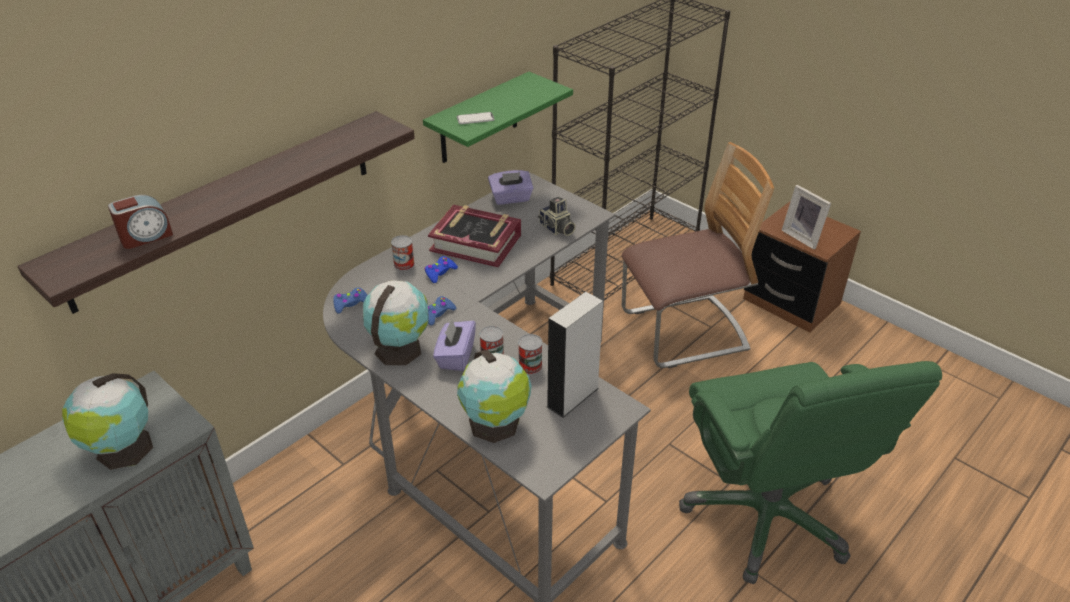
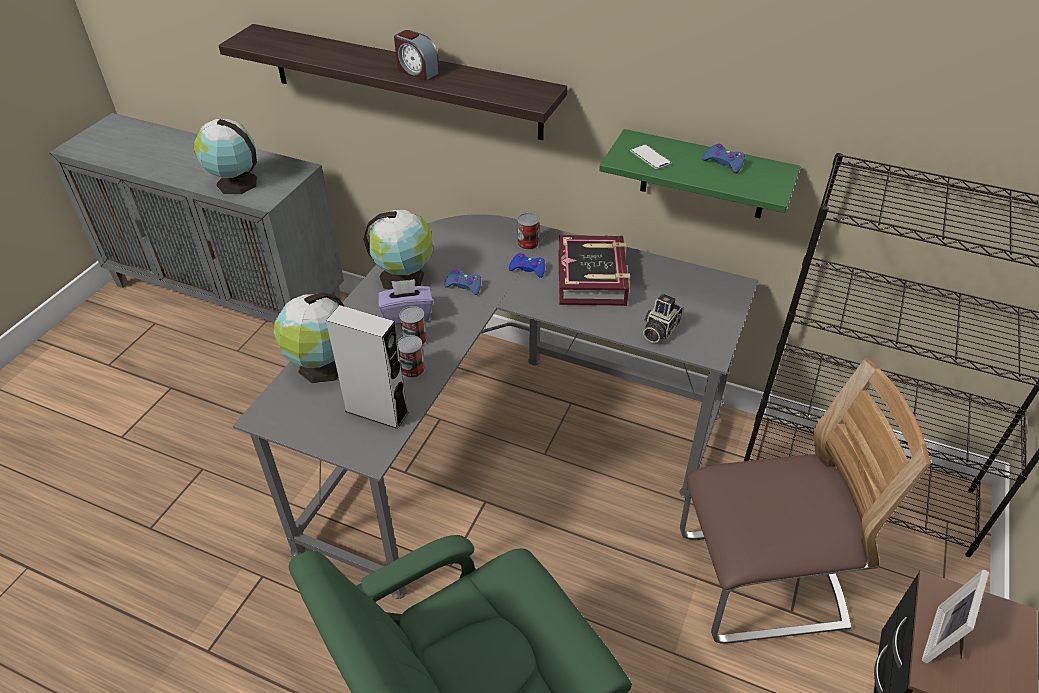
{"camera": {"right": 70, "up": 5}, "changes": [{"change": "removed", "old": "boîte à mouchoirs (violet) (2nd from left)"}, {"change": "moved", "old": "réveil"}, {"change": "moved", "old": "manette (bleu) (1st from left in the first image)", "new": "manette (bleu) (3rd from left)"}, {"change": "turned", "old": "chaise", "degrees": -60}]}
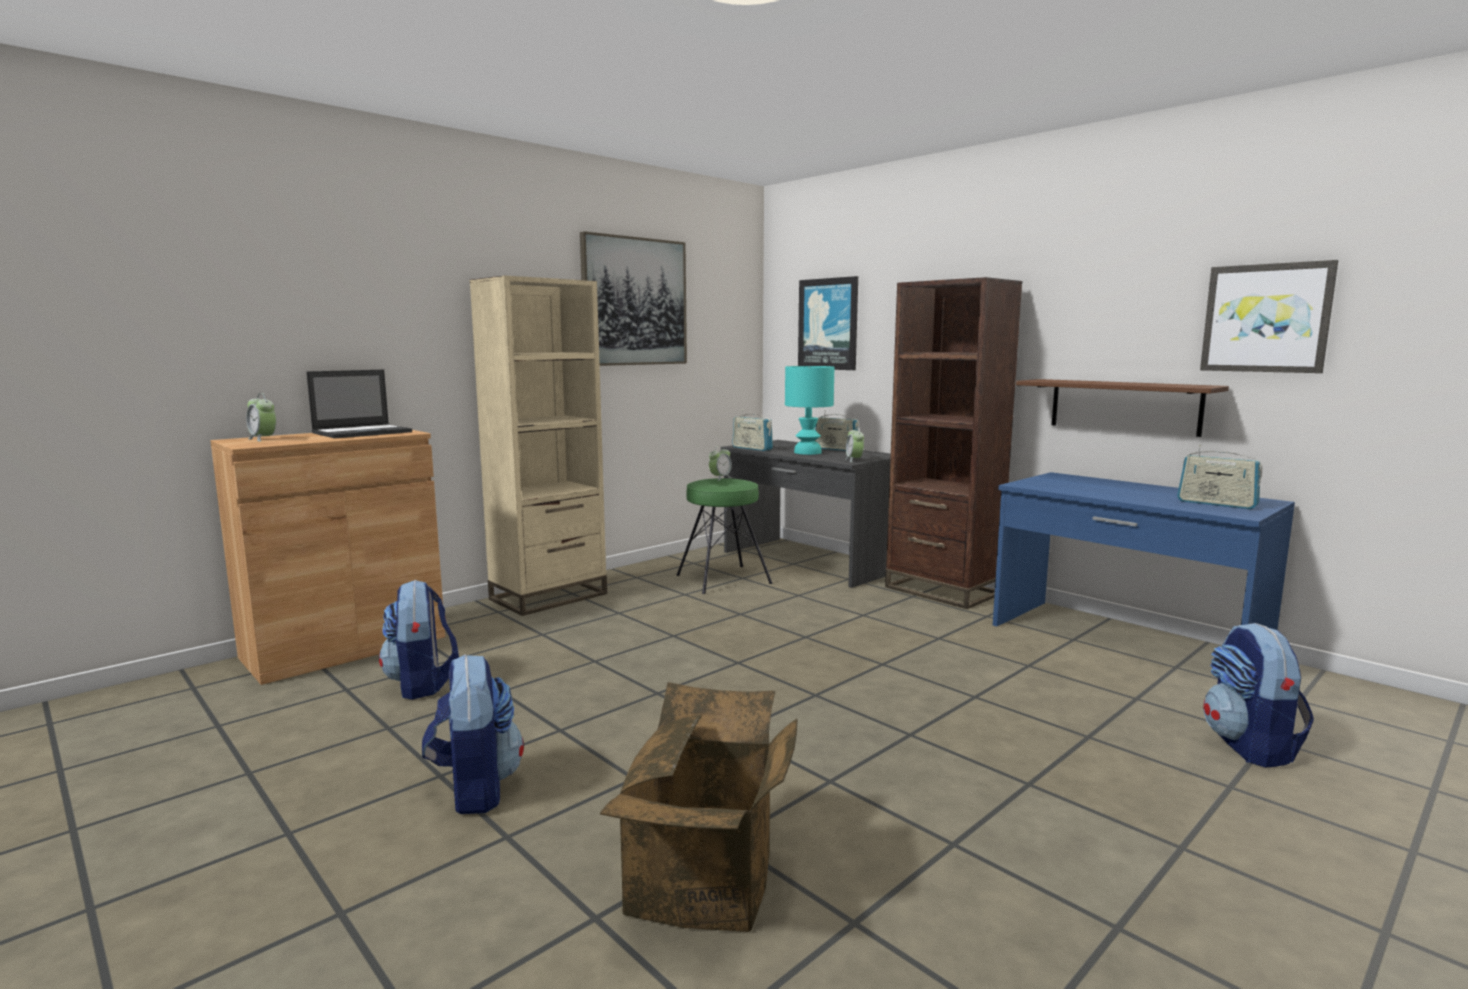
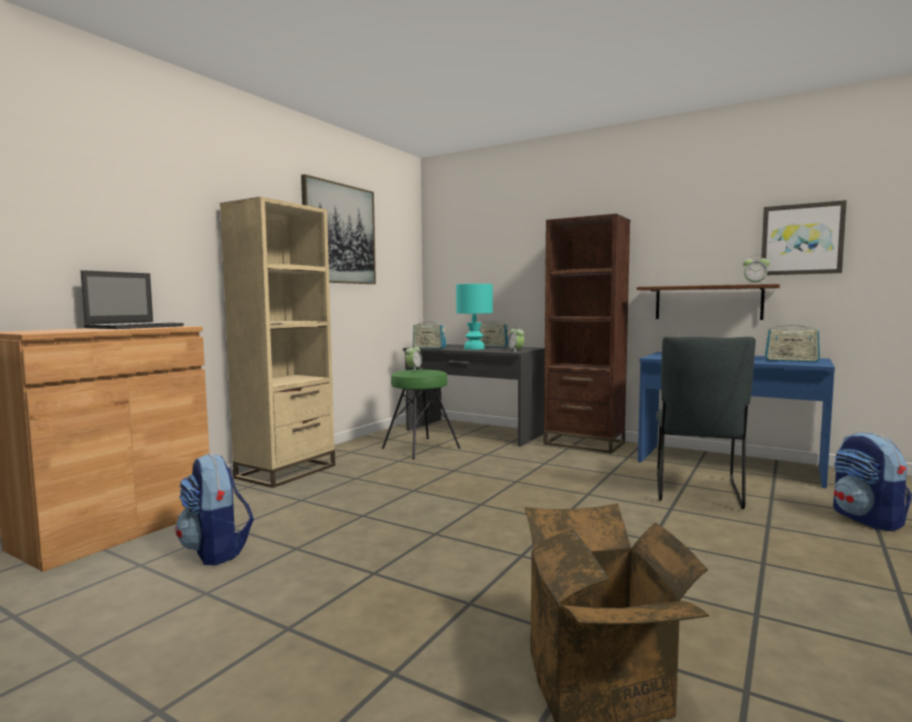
{"camera": {"right": -15, "up": -5}, "changes": [{"change": "removed", "old": "sac à dos (2nd from left)"}, {"change": "removed", "old": "tableau (2nd from left)"}, {"change": "added", "new": "chaise (gris)"}, {"change": "moved", "old": "réveil (1st from left in the first image)", "new": "réveil (3rd from left)"}]}
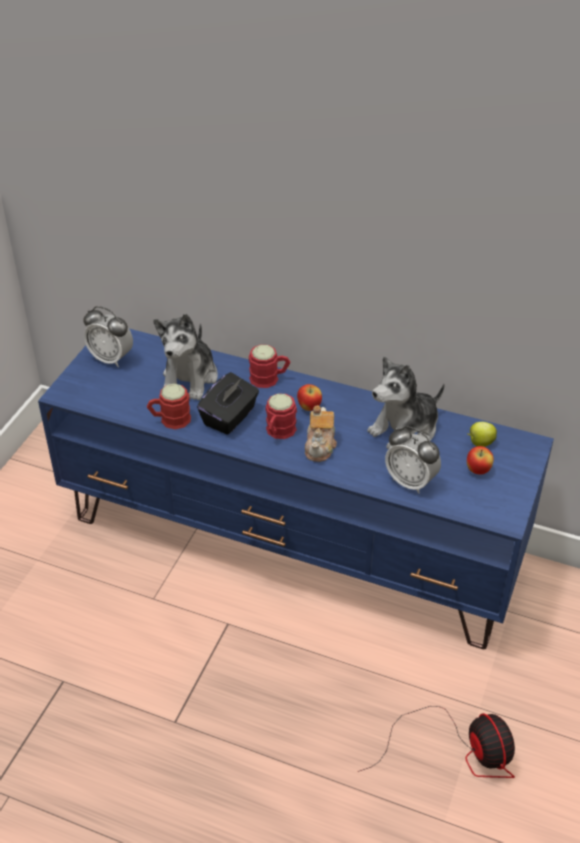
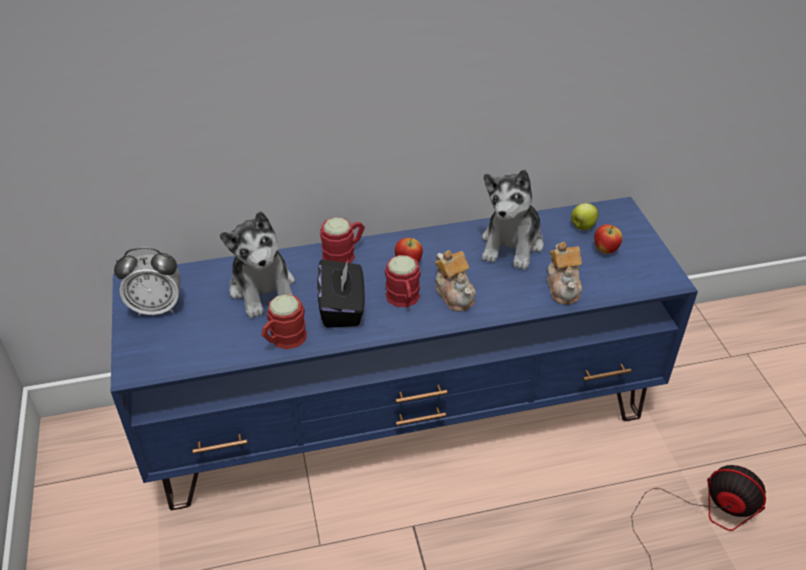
{"camera": {"right": -35, "up": 0}, "changes": [{"change": "replaced", "old": "réveil (2nd from left)", "new": "théière (2nd from left)"}]}
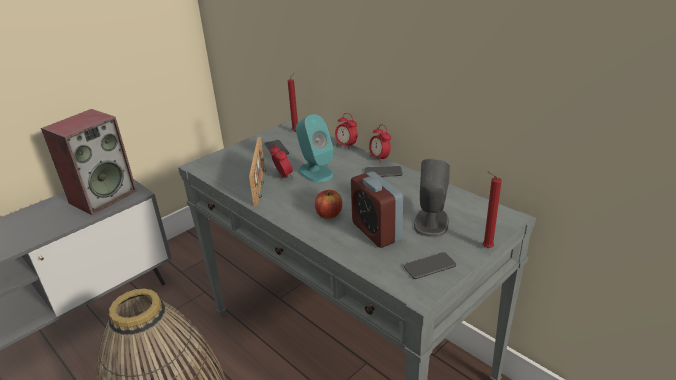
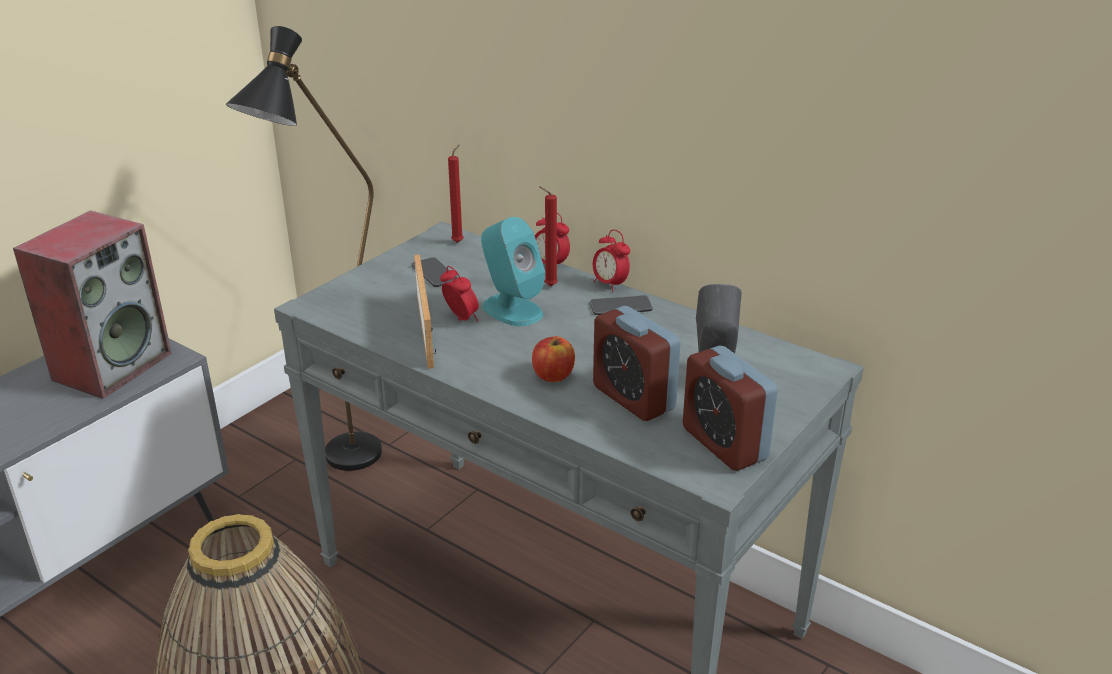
{"camera": {"right": -10, "up": 0}, "changes": [{"change": "added", "new": "lampadaire (noir)"}, {"change": "moved", "old": "bougie (rouge) (2nd from left)"}, {"change": "replaced", "old": "téléphone (3rd from left)", "new": "réveil (5th from left)"}]}
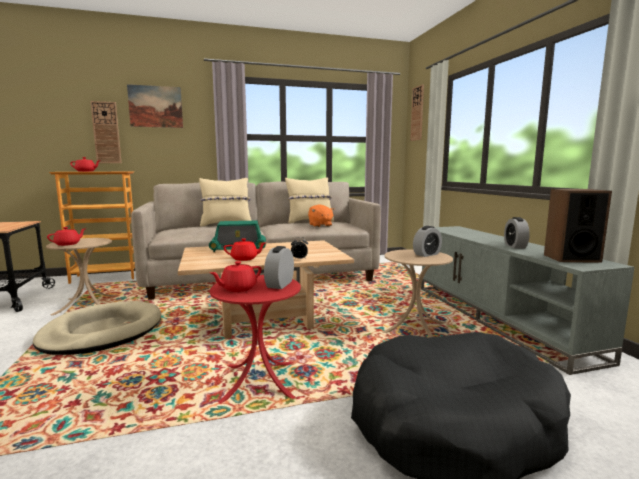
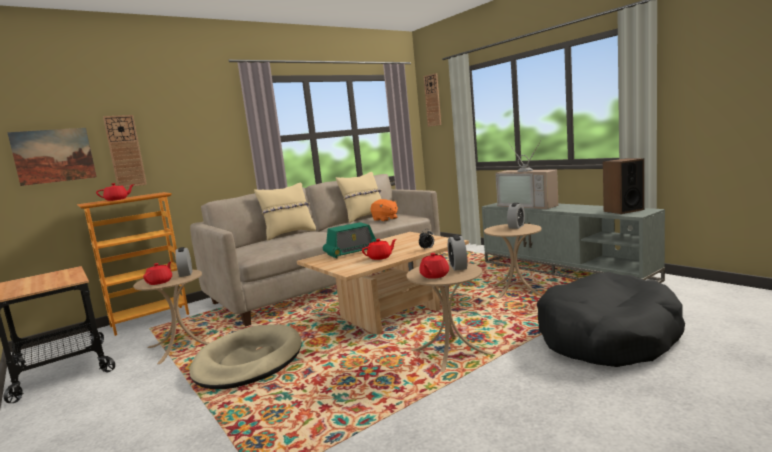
{"camera": {"right": -20, "up": 0}, "changes": [{"change": "added", "new": "téléviseur"}, {"change": "moved", "old": "tableau"}, {"change": "moved", "old": "réveil (4th from left in the first image)", "new": "réveil (1st from left)"}, {"change": "recoloured", "old": "table d'appoint (rouge)", "new": "table d'appoint (beige) (2nd from left)"}]}
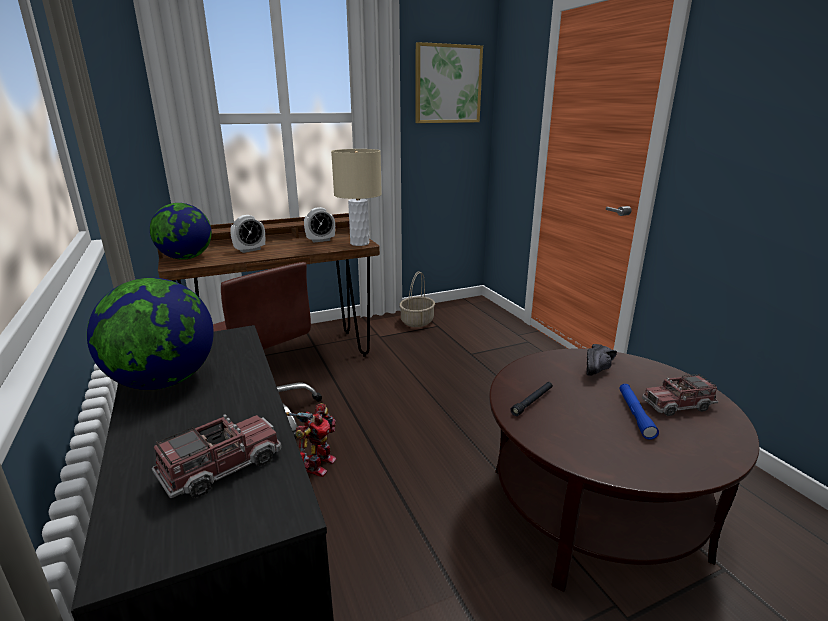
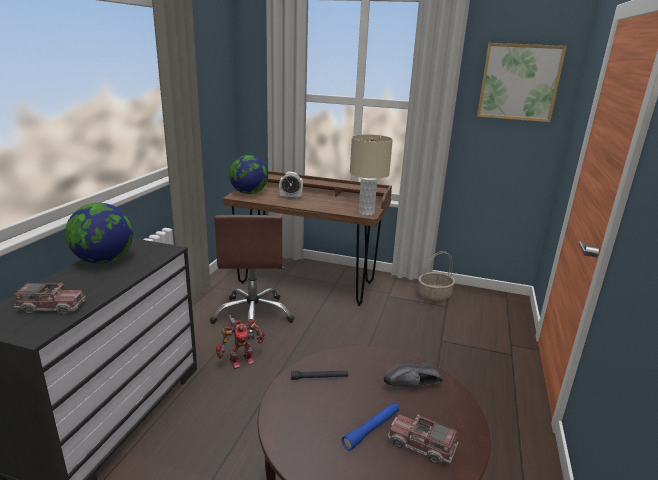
{"camera": {"right": 40, "up": 0}, "changes": [{"change": "removed", "old": "réveil (2nd from left)"}]}
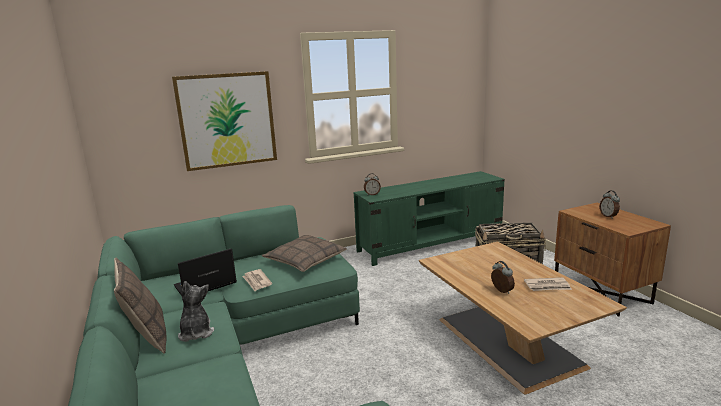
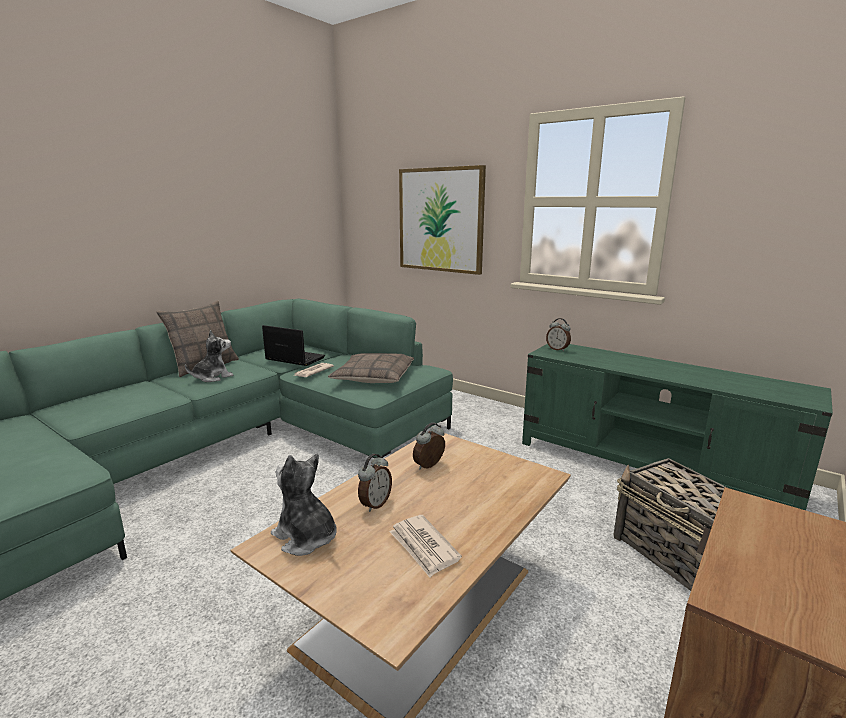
{"camera": {"right": 60, "up": 0}, "changes": [{"change": "added", "new": "peluche (2nd from left)"}, {"change": "moved", "old": "réveil (3rd from left in the first image)", "new": "réveil (2nd from left)"}]}
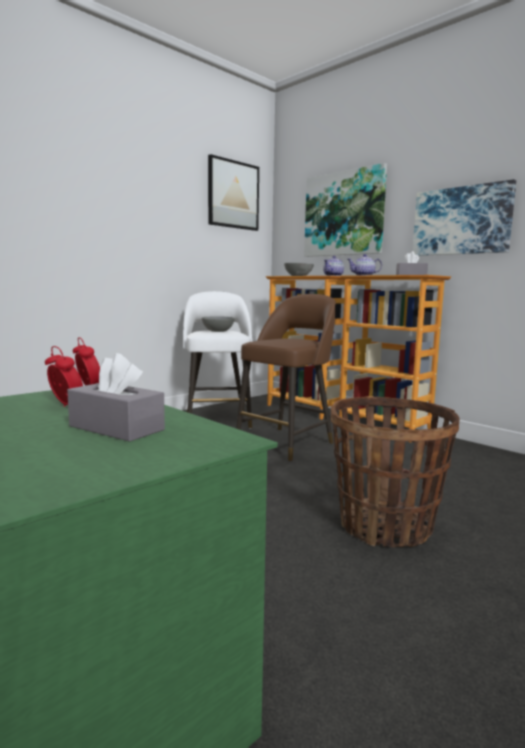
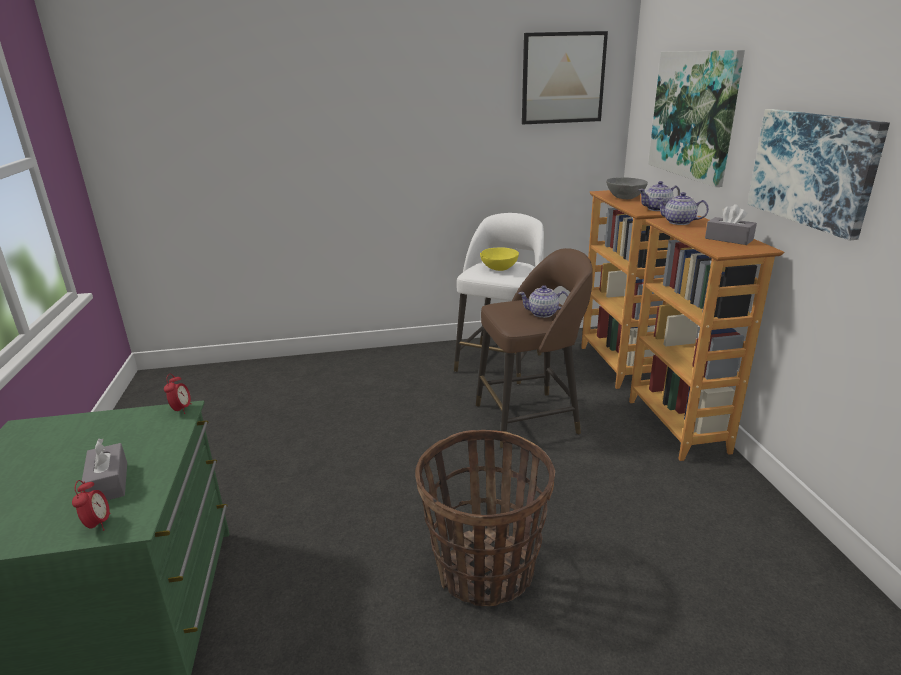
{"camera": {"right": 35, "up": 15}, "changes": [{"change": "added", "new": "théière (1st from left)"}, {"change": "moved", "old": "réveil (1st from left)"}, {"change": "recoloured", "old": "bol (gris) (1st from left)", "new": "bol (jaune)"}]}
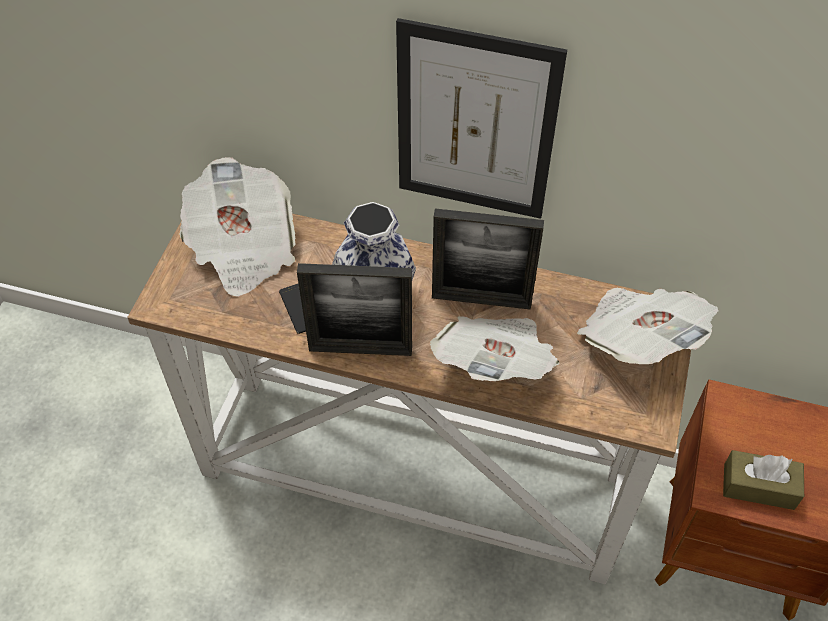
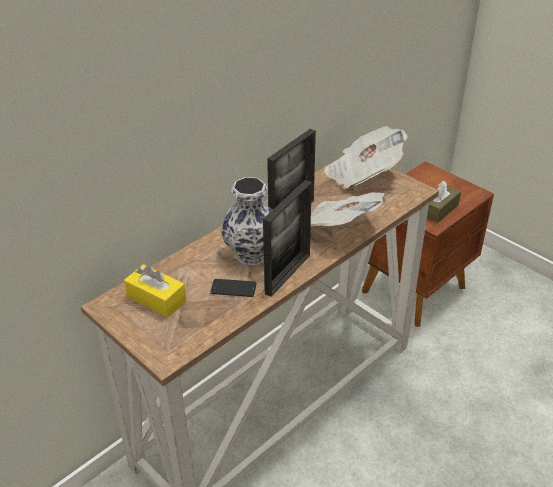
{"camera": {"right": -60, "up": -15}, "changes": [{"change": "removed", "old": "tableau"}, {"change": "replaced", "old": "journal (1st from left)", "new": "boîte à mouchoirs (jaune)"}]}
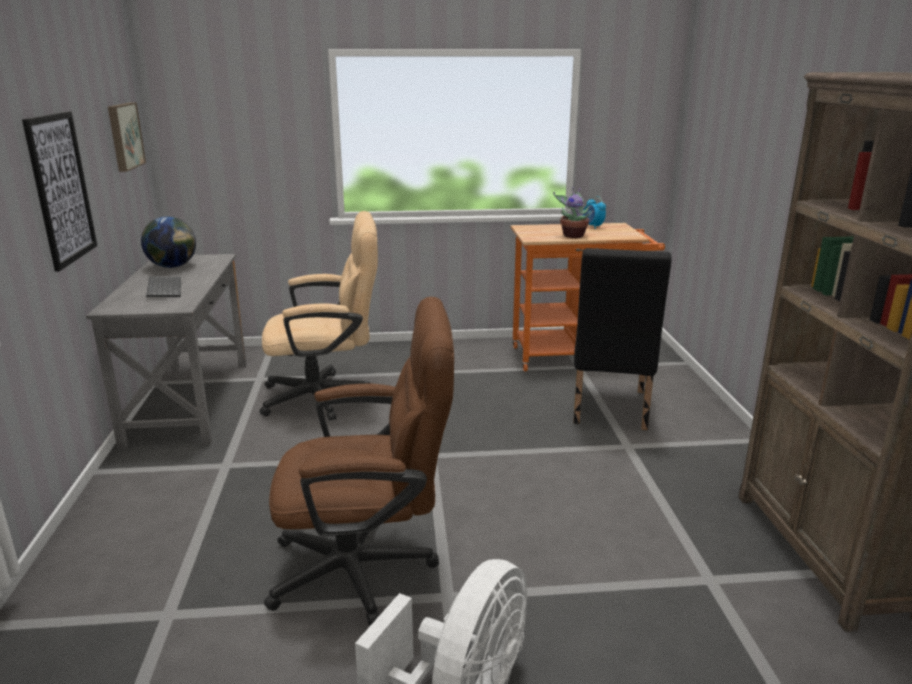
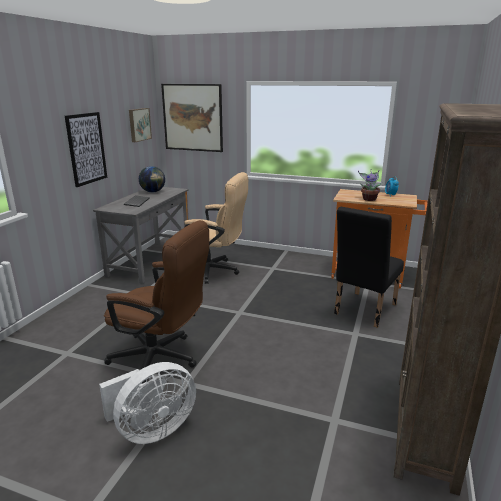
{"camera": {"right": 25, "up": 0}, "changes": [{"change": "added", "new": "tableau (3rd from left)"}]}
